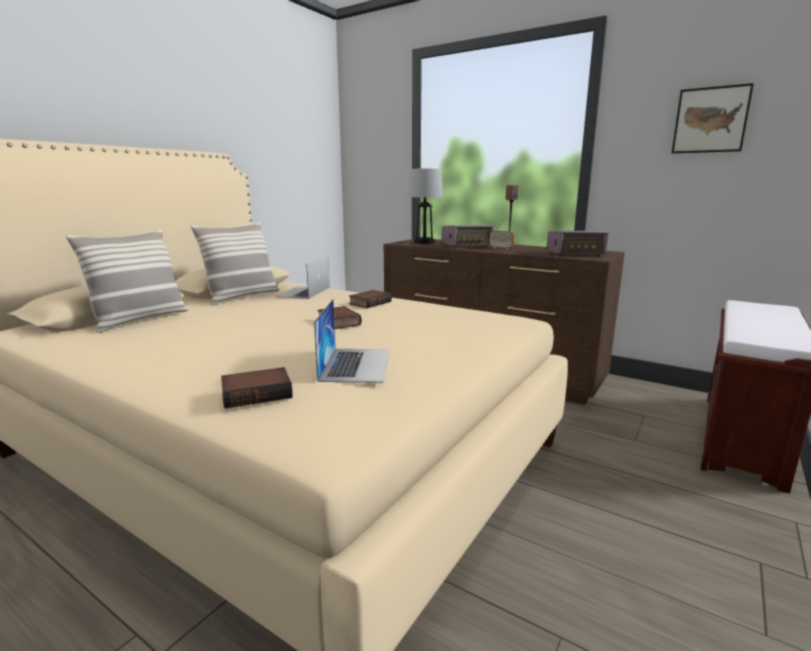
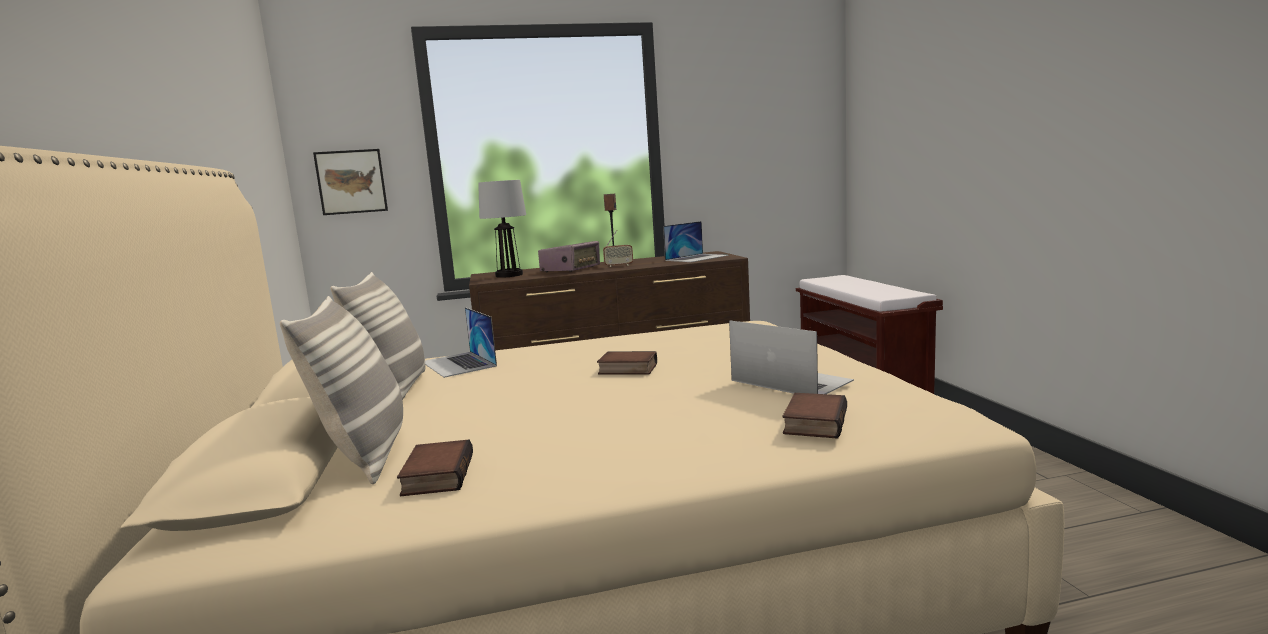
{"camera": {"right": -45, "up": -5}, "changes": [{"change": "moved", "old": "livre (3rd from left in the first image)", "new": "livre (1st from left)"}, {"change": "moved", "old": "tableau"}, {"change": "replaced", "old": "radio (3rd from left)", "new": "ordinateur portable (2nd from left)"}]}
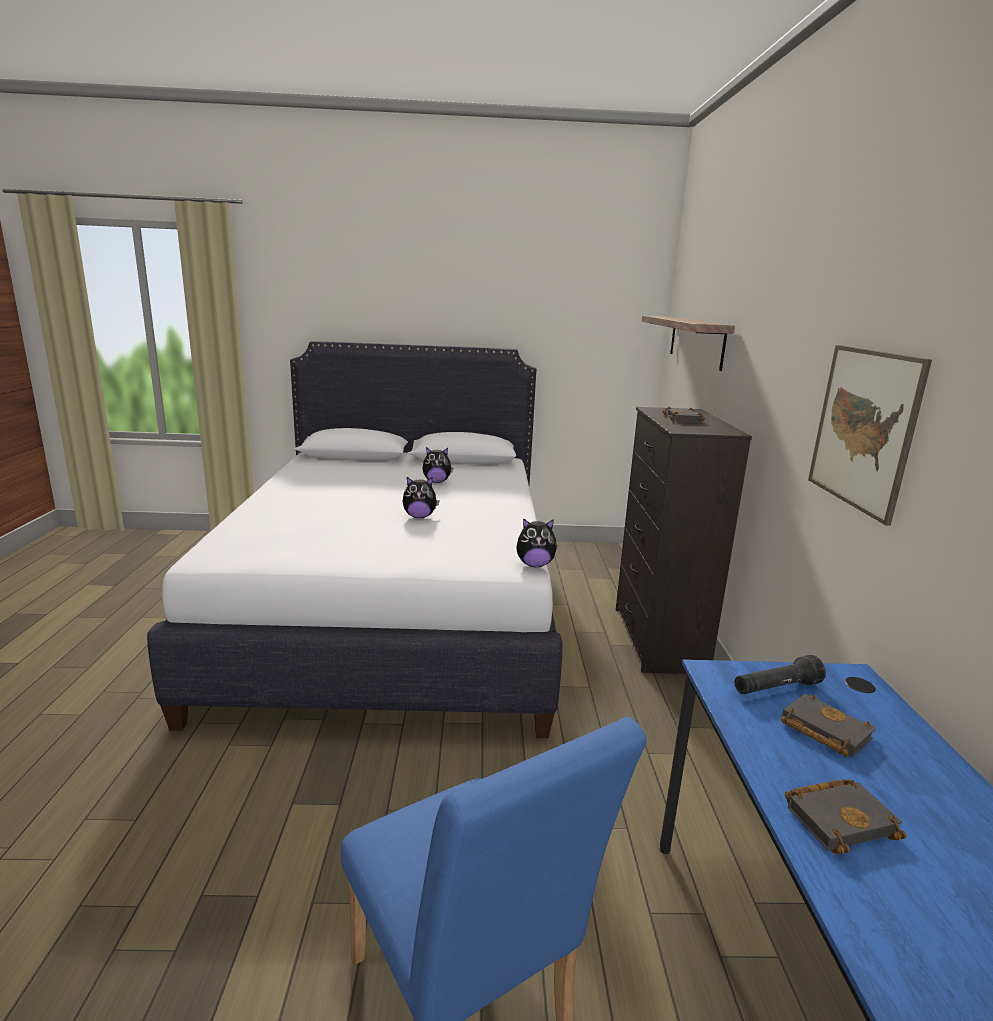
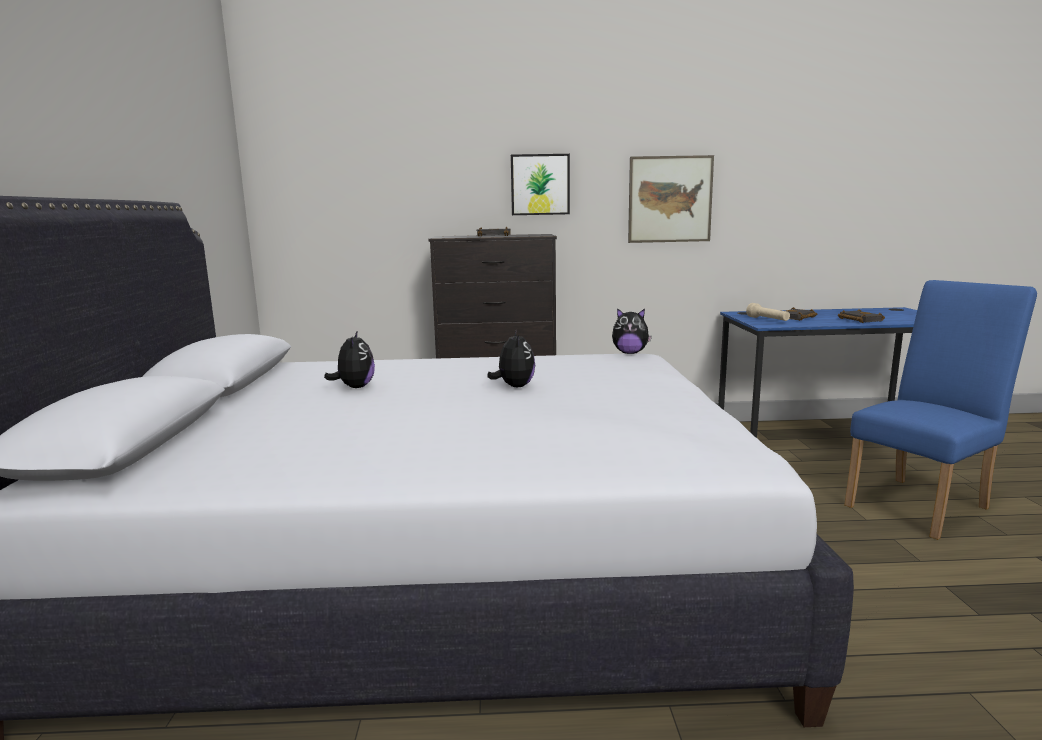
{"camera": {"right": -90, "up": -5}, "changes": [{"change": "removed", "old": "étagère"}, {"change": "added", "new": "tableau (1st from left)"}, {"change": "recoloured", "old": "lampe de poche (noir)", "new": "lampe de poche (beige)"}, {"change": "turned", "old": "peluche (3rd from left)", "degrees": 105}]}
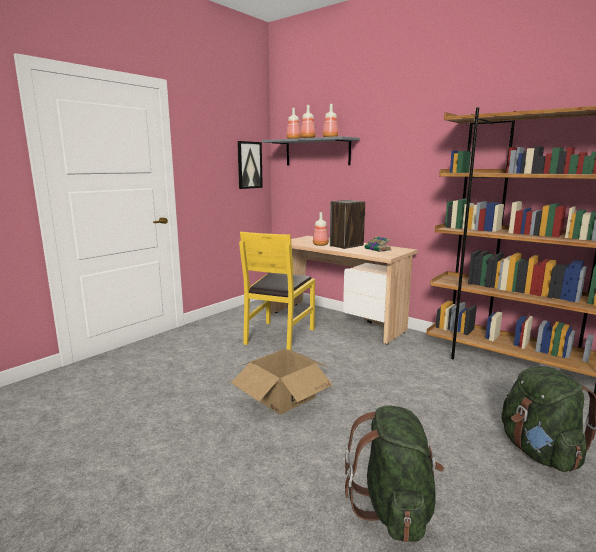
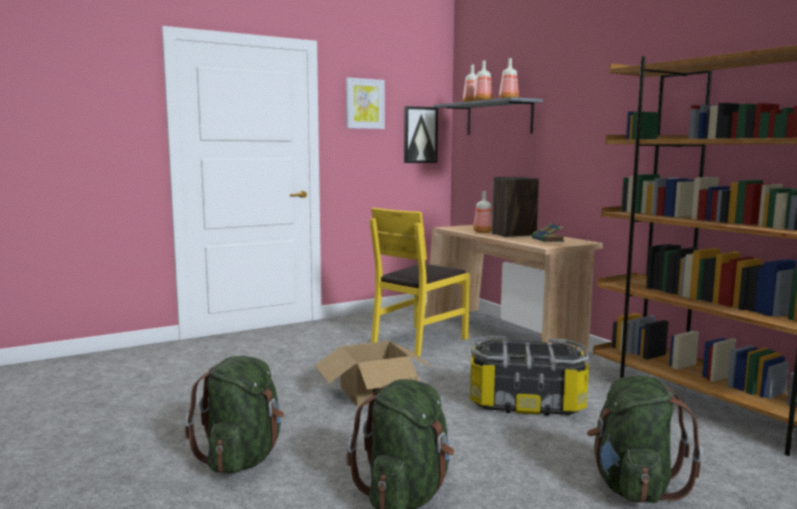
{"camera": {"right": 20, "up": -5}, "changes": [{"change": "added", "new": "sac à dos (vert) (1st from left)"}, {"change": "added", "new": "tableau (1st from left)"}, {"change": "added", "new": "boîte de rangement"}]}
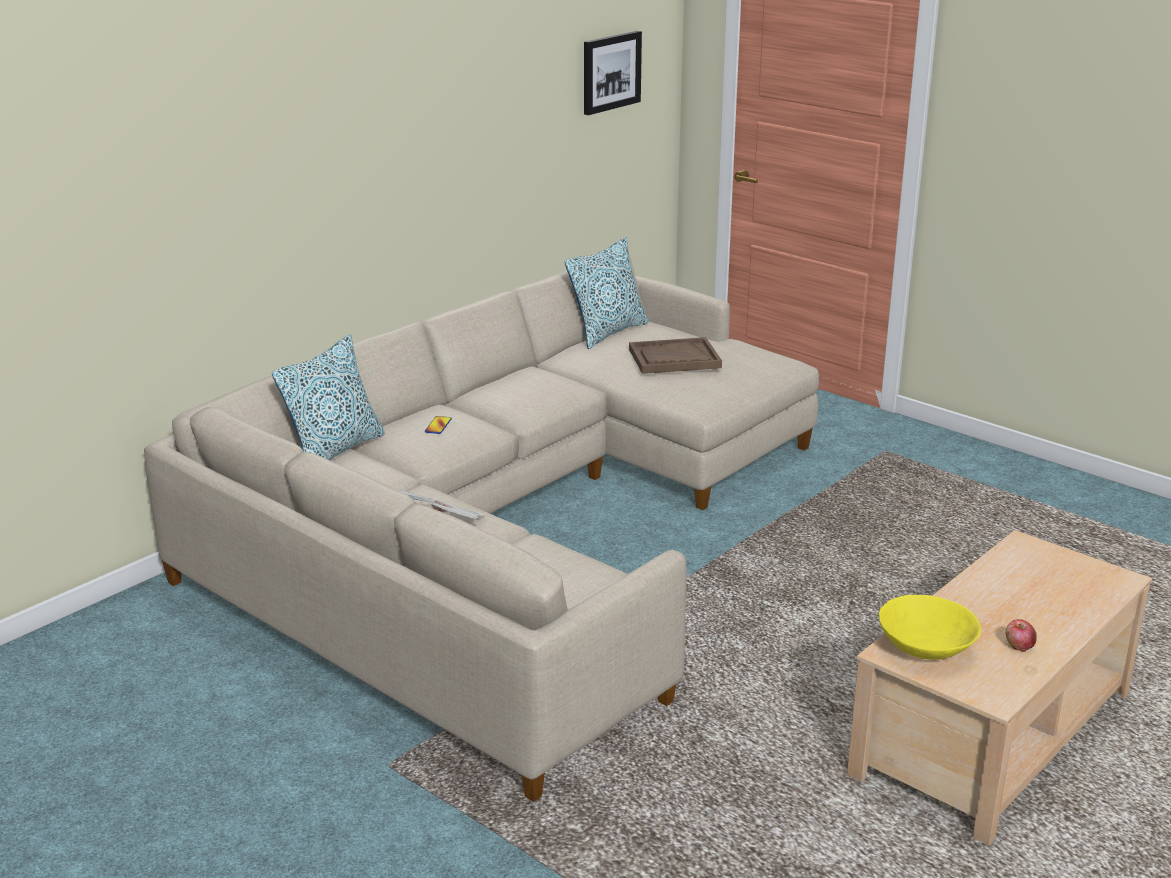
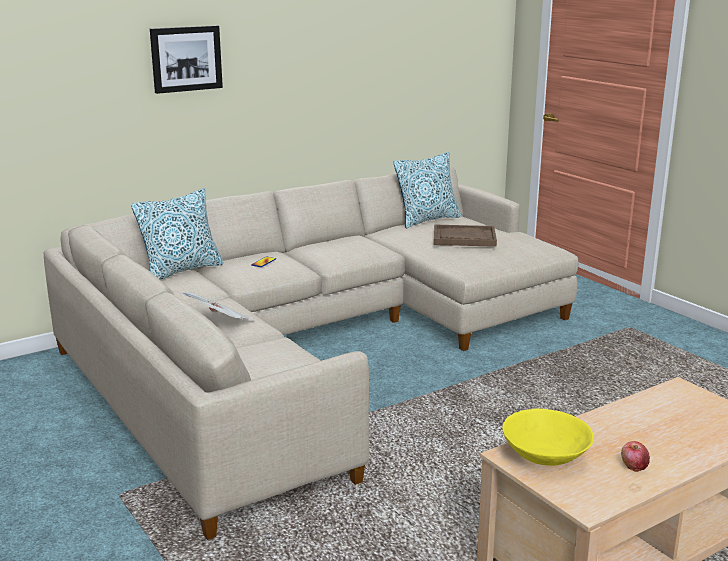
{"camera": {"right": 15, "up": -5}, "changes": [{"change": "moved", "old": "tableau"}]}
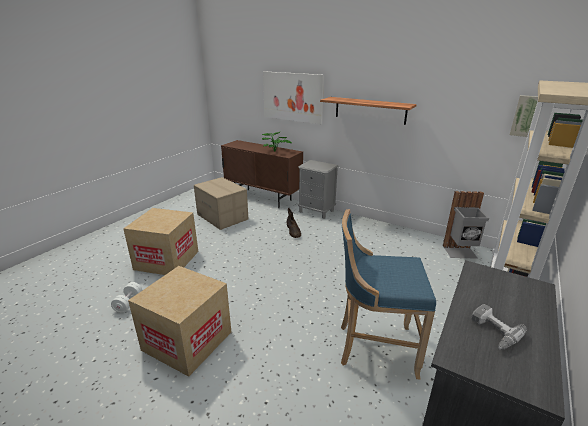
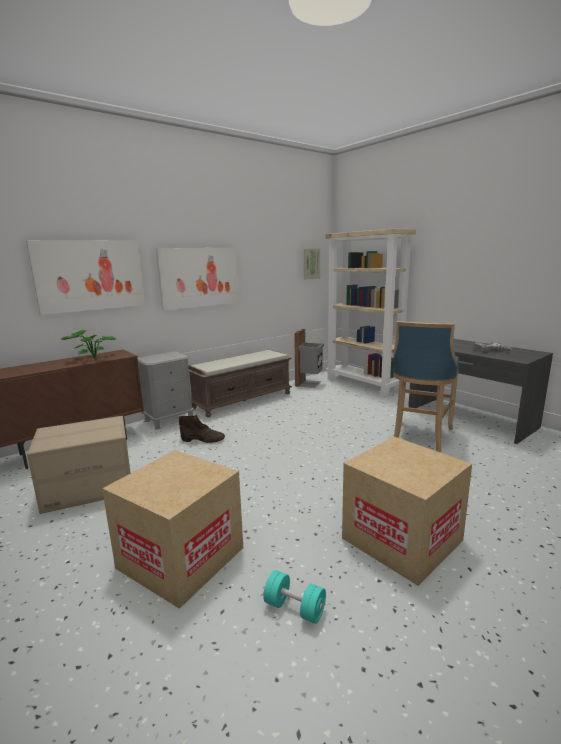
{"camera": {"right": -70, "up": -10}, "changes": [{"change": "added", "new": "banc (marron)"}, {"change": "replaced", "old": "étagère", "new": "tableau (2nd from left)"}, {"change": "recoloured", "old": "haltère (blanc)", "new": "haltère (turquoise)"}]}
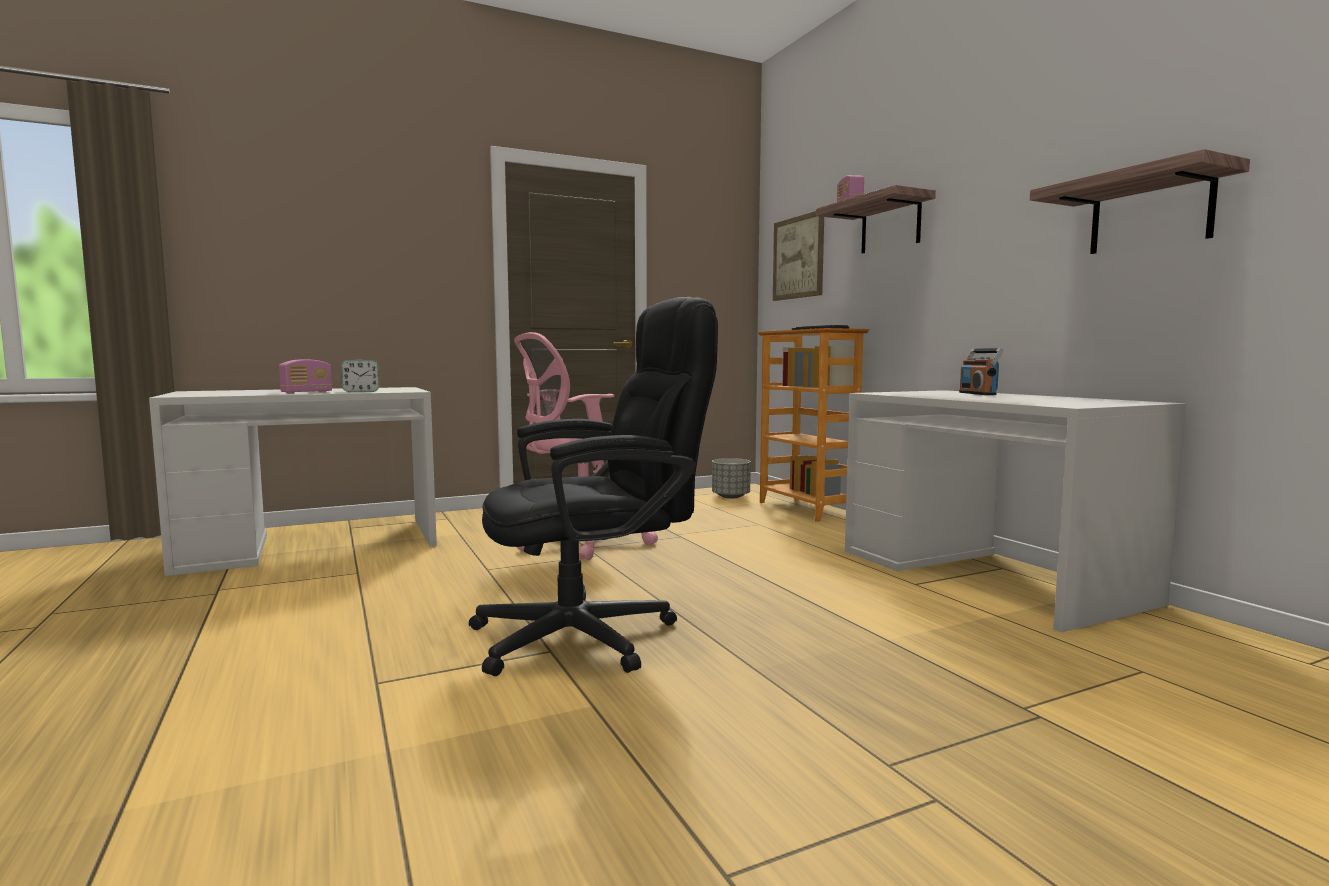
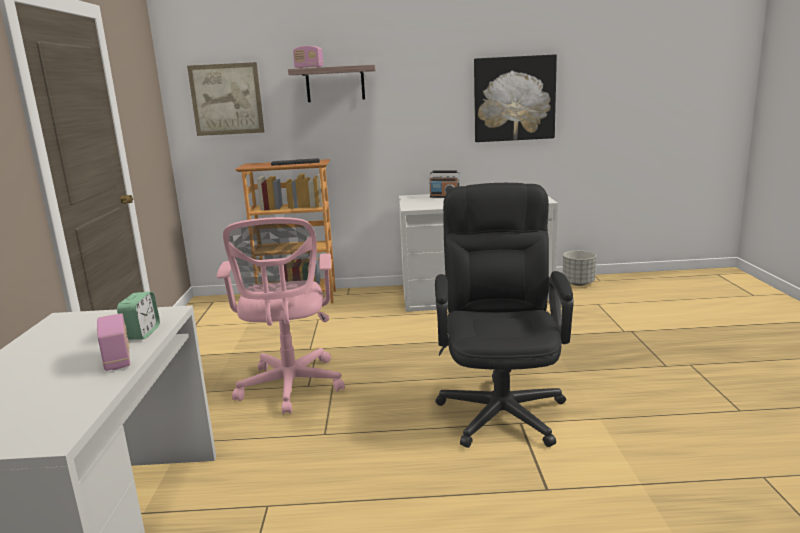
{"camera": {"right": -65, "up": 10}, "changes": [{"change": "moved", "old": "cache-pot (gris)"}, {"change": "replaced", "old": "étagère (2nd from left)", "new": "tableau (2nd from left)"}]}
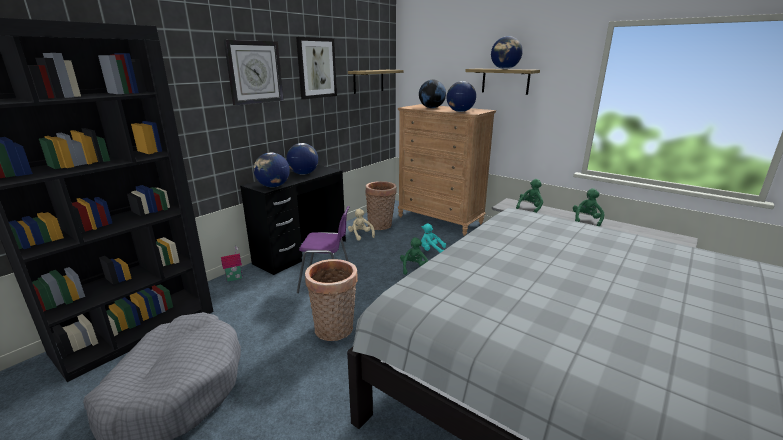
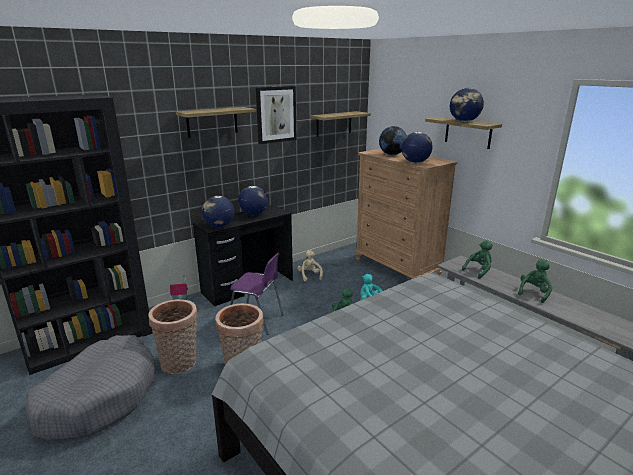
{"camera": {"right": 15, "up": 0}, "changes": [{"change": "moved", "old": "panier (2nd from left in the first image)", "new": "panier (1st from left)"}, {"change": "replaced", "old": "horloge murale", "new": "étagère (1st from left)"}]}
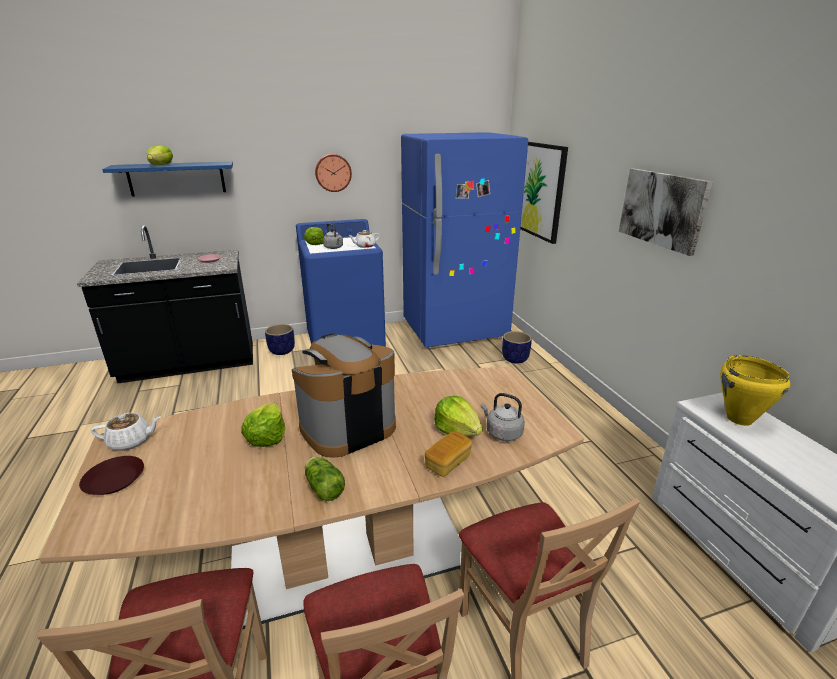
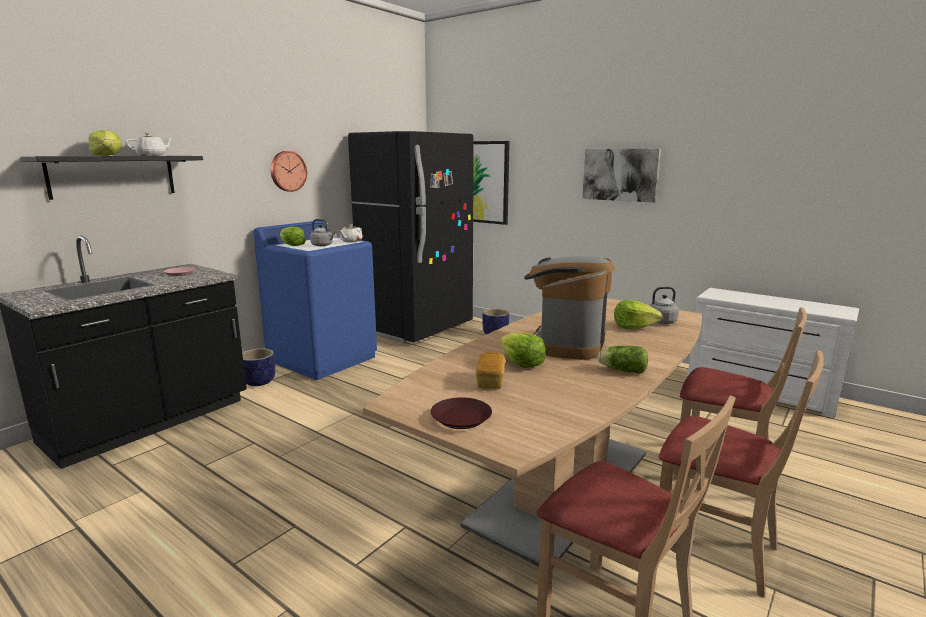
{"camera": {"right": -35, "up": -10}, "changes": [{"change": "removed", "old": "marmite (jaune)"}, {"change": "moved", "old": "théière (blanc) (1st from left)"}, {"change": "moved", "old": "pain"}, {"change": "recoloured", "old": "étagère (bleu)", "new": "étagère (noir)"}, {"change": "recoloured", "old": "réfrigérateur (bleu)", "new": "réfrigérateur (noir)"}]}
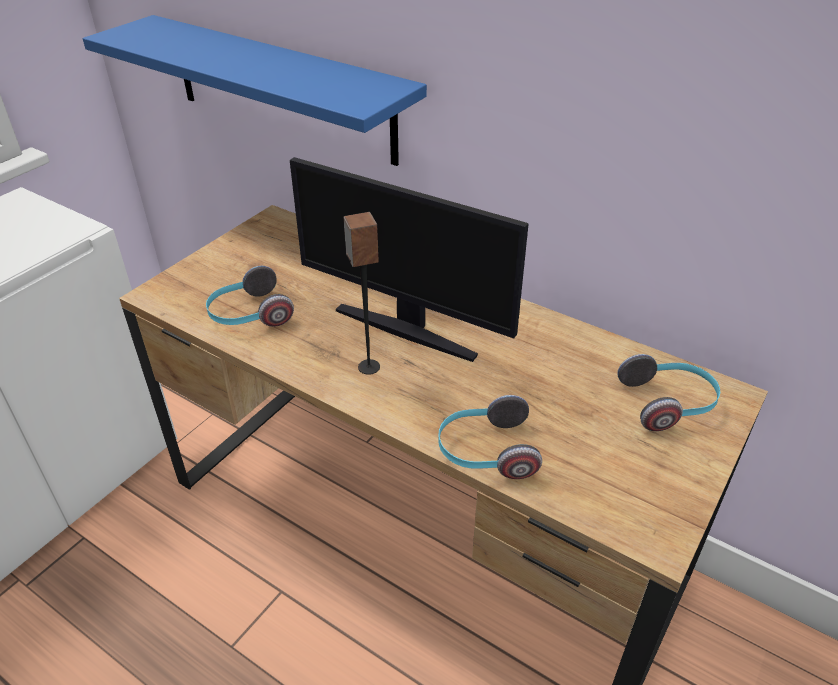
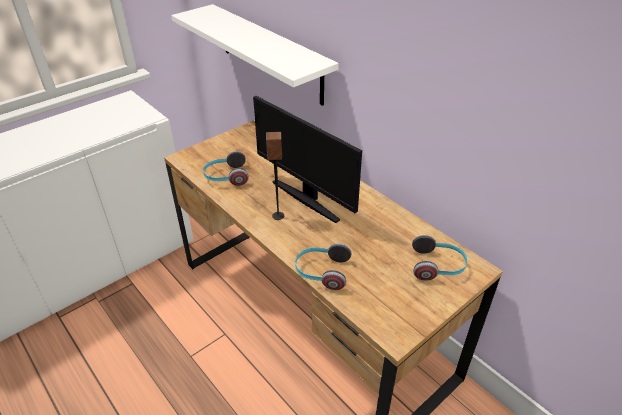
{"camera": {"right": 15, "up": 0}, "changes": [{"change": "recoloured", "old": "étagère (bleu)", "new": "étagère (blanc)"}]}
